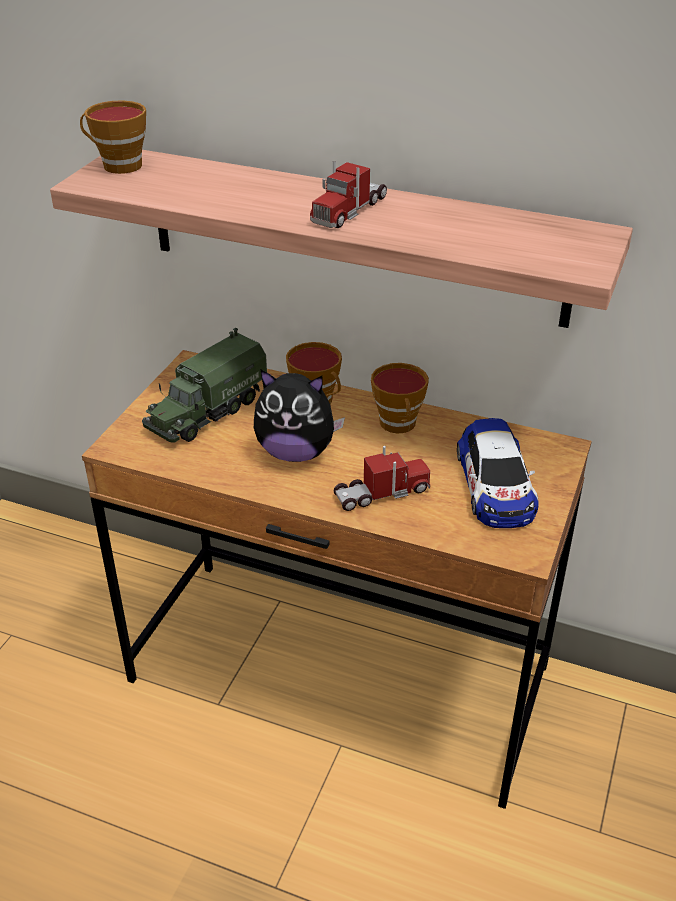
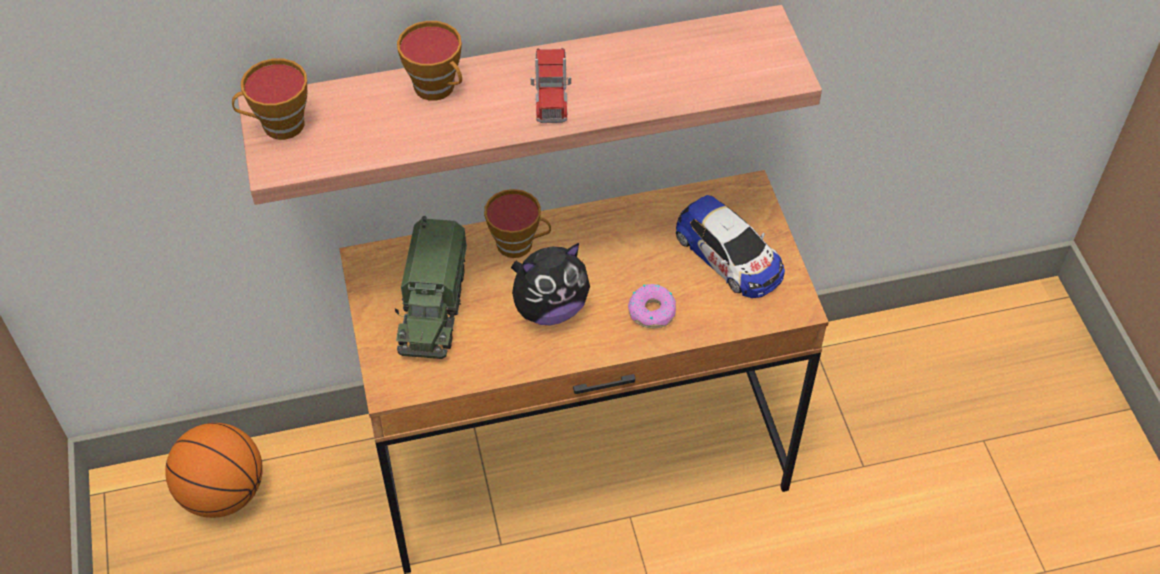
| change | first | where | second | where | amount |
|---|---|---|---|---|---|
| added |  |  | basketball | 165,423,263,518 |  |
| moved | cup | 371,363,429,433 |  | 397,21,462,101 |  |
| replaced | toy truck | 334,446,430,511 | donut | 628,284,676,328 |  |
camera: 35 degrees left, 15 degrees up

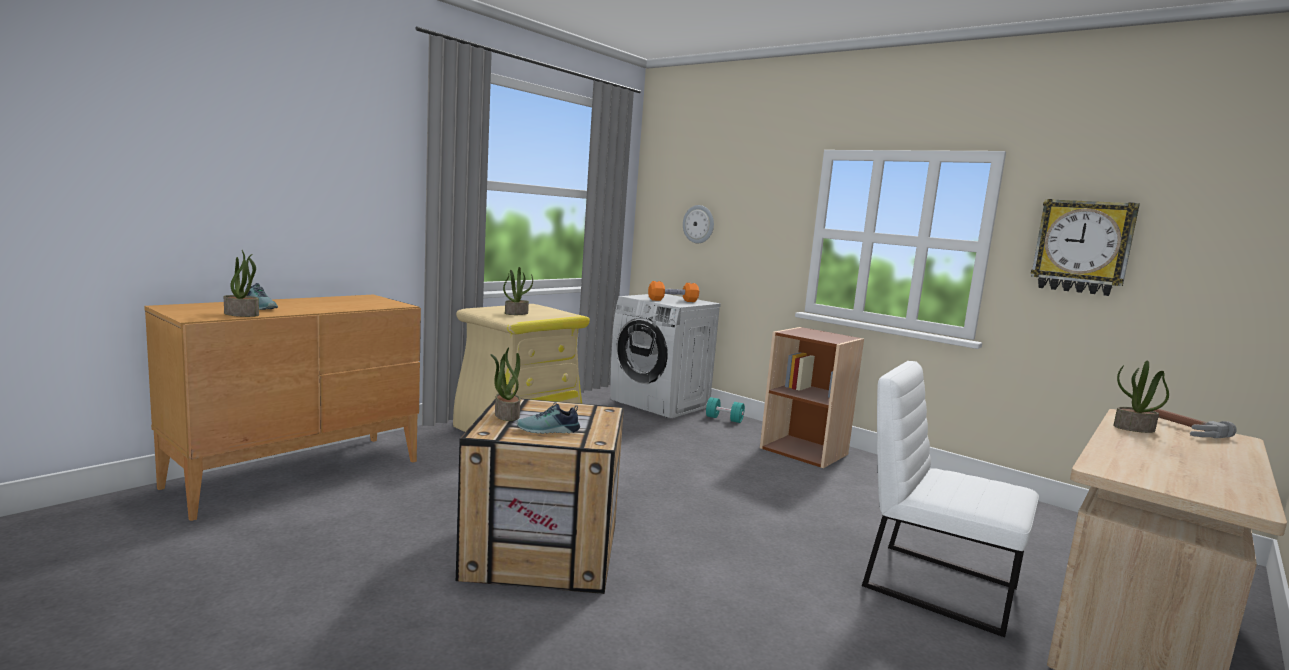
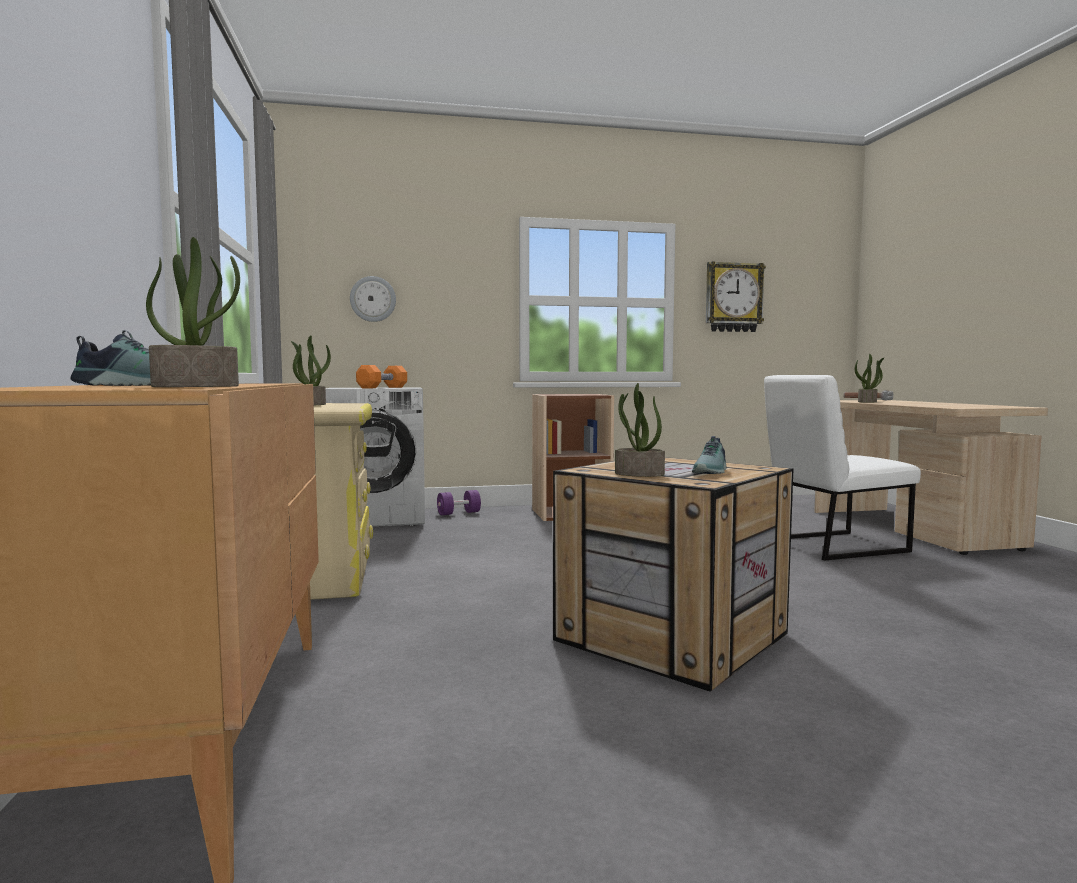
| change | first | where | second | where | amount |
|---|---|---|---|---|---|
| recoloured | dumbbell (turquoise) | 706,397,745,423 | dumbbell (purple) | 437,490,481,515 |  |
camera: 50 degrees left, 5 degrees down

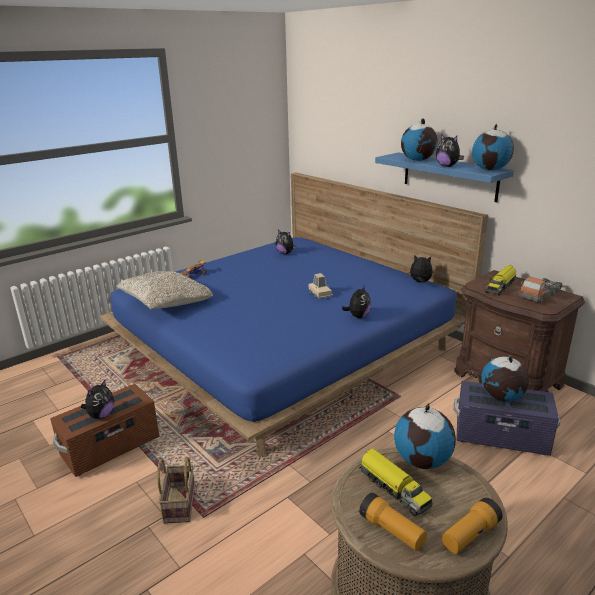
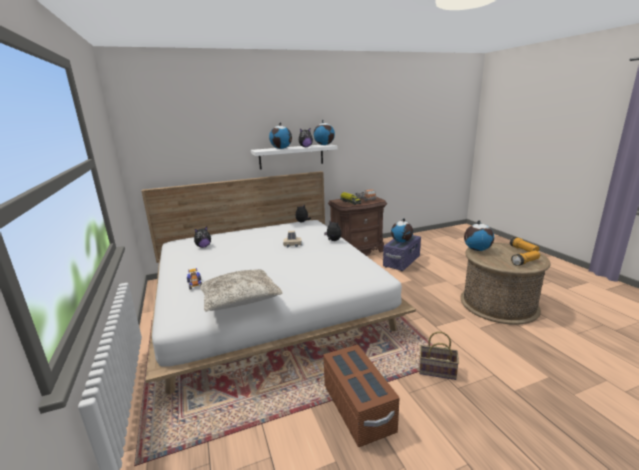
| change | first | where | second | where | amount |
|---|---|---|---|---|---|
| removed | plush toy | 81,380,114,419 |  |  |  |
| removed | toy truck | 359,448,433,516 |  |  |  |
| recoloured | bed (blue) | 99,173,488,456 | bed (white) | 142,171,416,395 |  |
| recoloured | shelf (blue) | 375,153,514,202 | shelf (white) | 251,144,337,169 |  |
camera: 70 degrees left, 5 degrees down

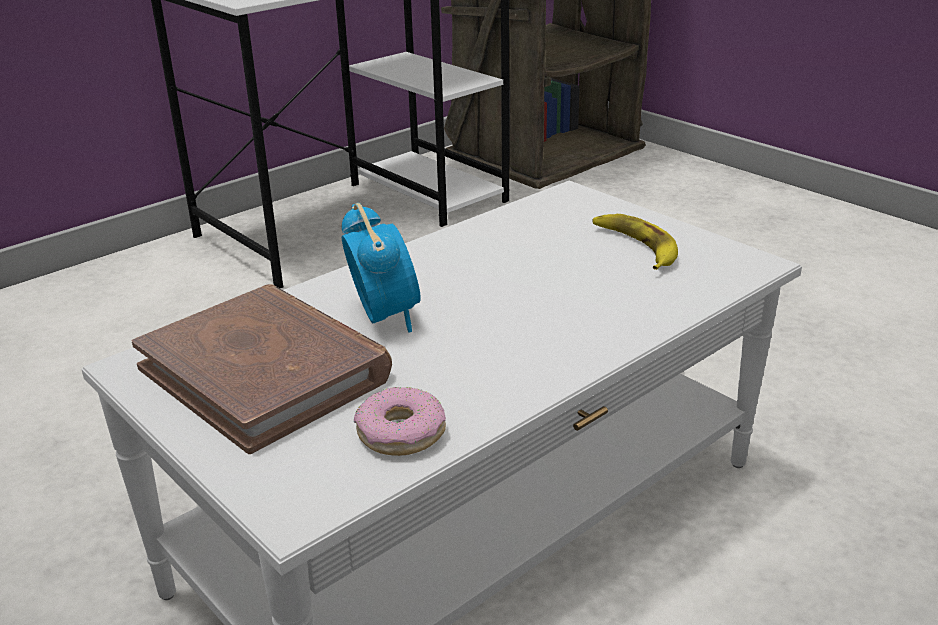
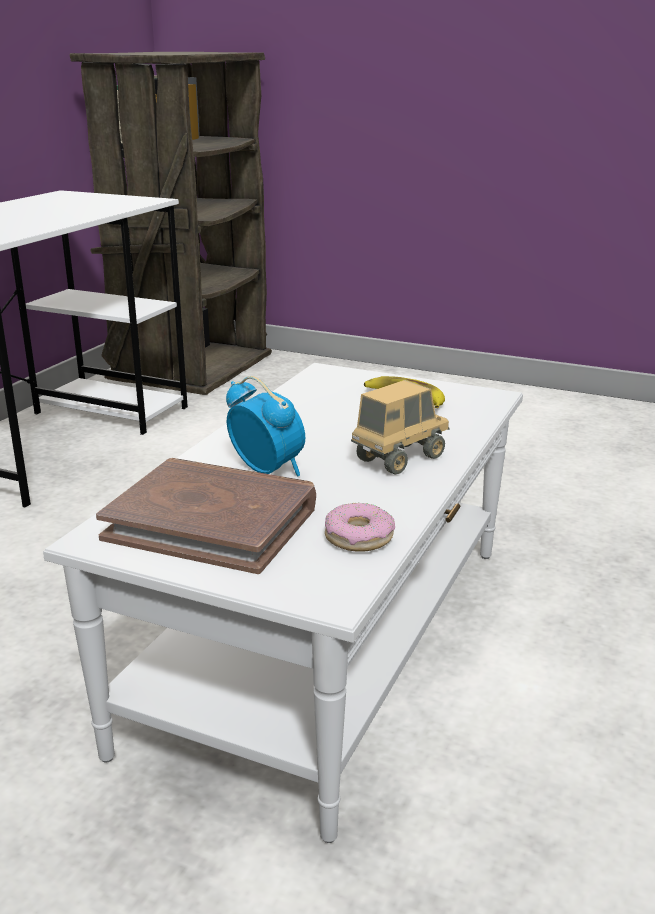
| change | first | where | second | where | amount |
|---|---|---|---|---|---|
| added |  |  | toy truck | 351,380,449,475 |  |
camera: 25 degrees left, 5 degrees down

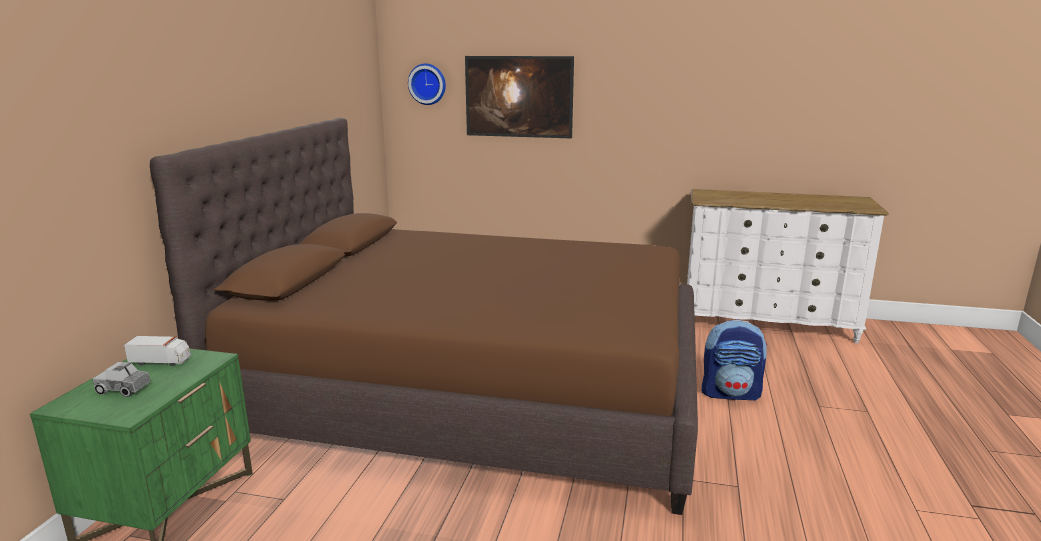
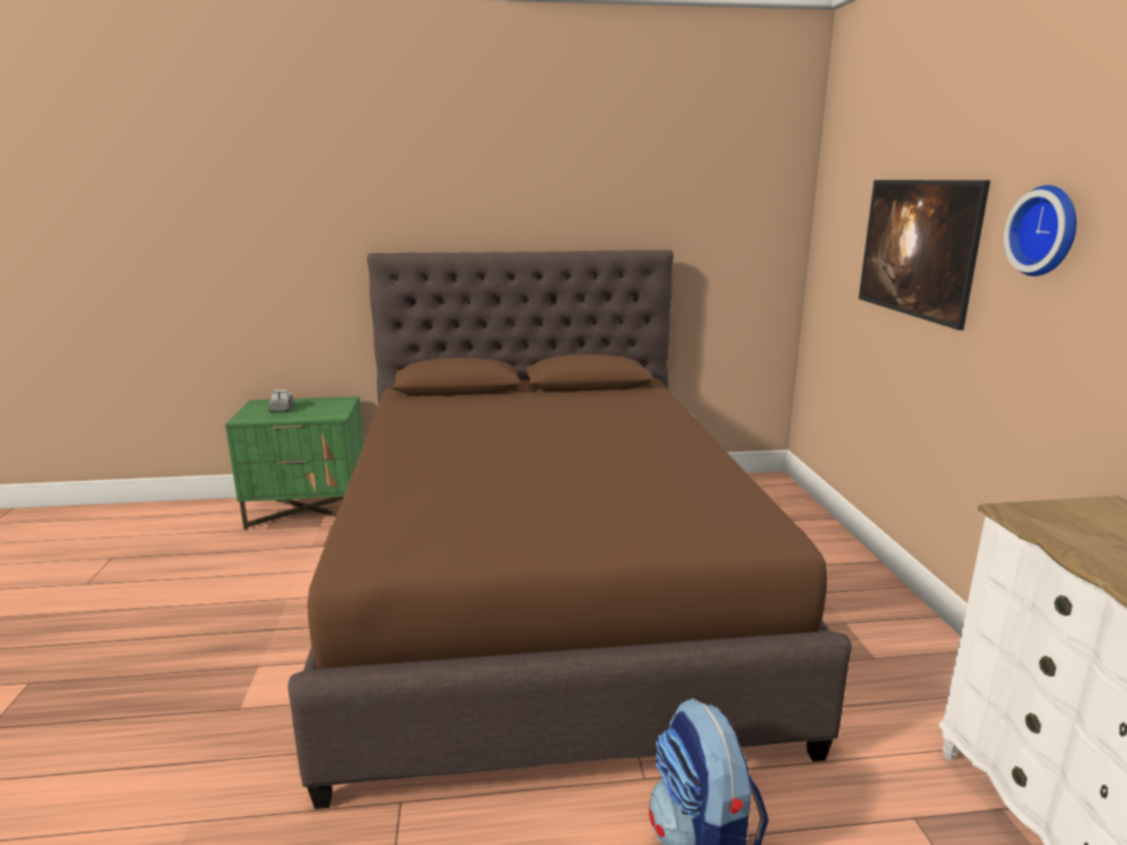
| change | first | where | second | where | amount |
|---|---|---|---|---|---|
| removed | toy truck | 124,336,191,366 |  |  |  |
| moved | wall clock | 408,64,446,105 |  | 1004,185,1077,276 |  |
camera: 70 degrees right, 0 degrees up

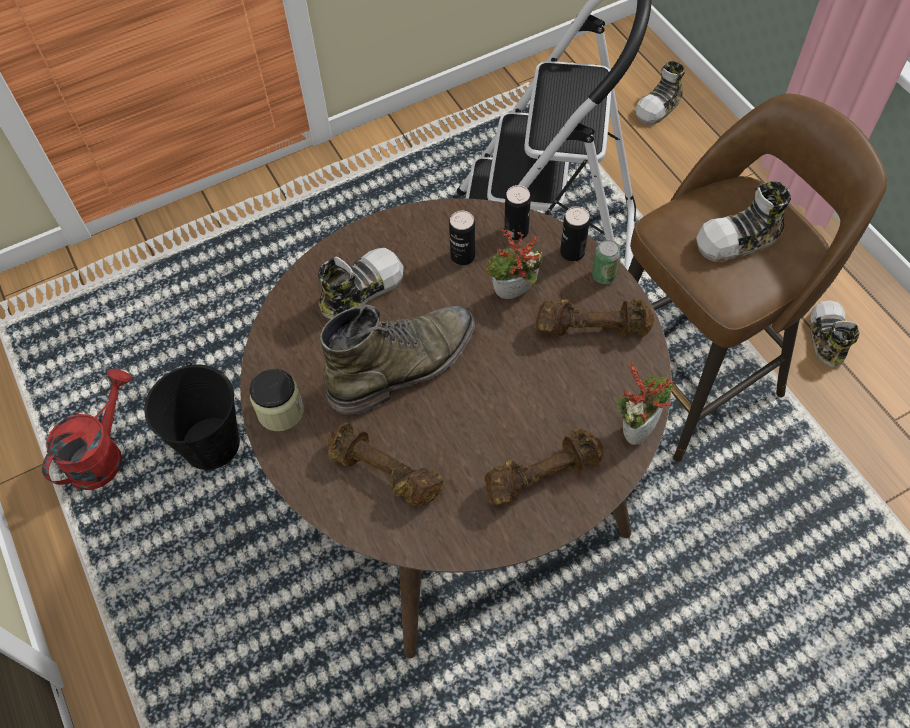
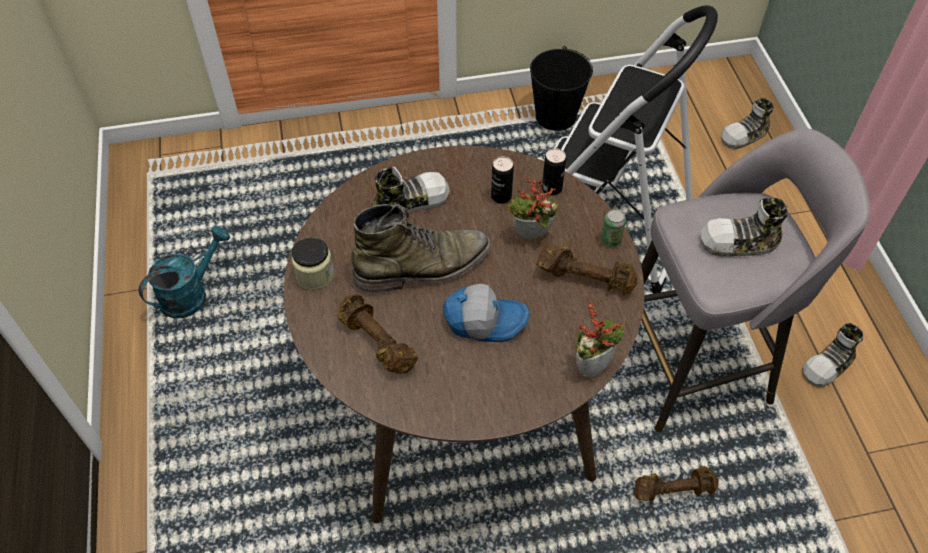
| change | first | where | second | where | amount |
|---|---|---|---|---|---|
| removed | can | 560,206,590,262 |  |  |  |
| added |  |  | cap | 443,284,530,342 |  |
| moved | bucket (black) | 144,362,240,470 |  | 530,46,593,131 |  |
| moved | dumbbell (brown) | 484,428,603,505 |  | 634,466,718,501 |  |
| recoloured | watering can (red) | 42,369,132,490 | watering can (turquoise) | 139,226,230,318 |  |
| recoloured | stool (brown) | 628,94,887,462 | stool (grey) | 641,128,870,432 |  |
| turned | shoe | 810,300,860,368 |  | 802,323,863,387 | 150 degrees counterclockwise |
camera: 15 degrees right, 5 degrees down

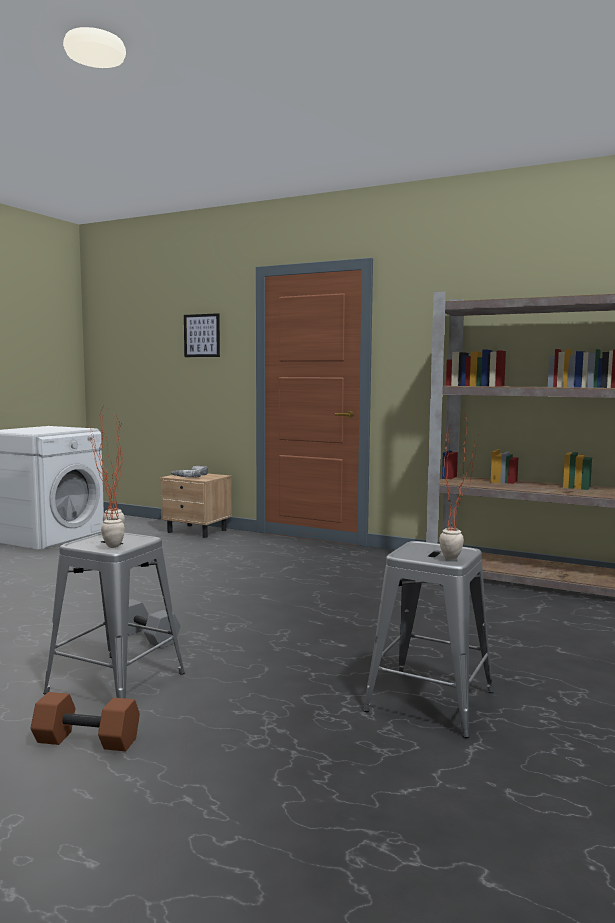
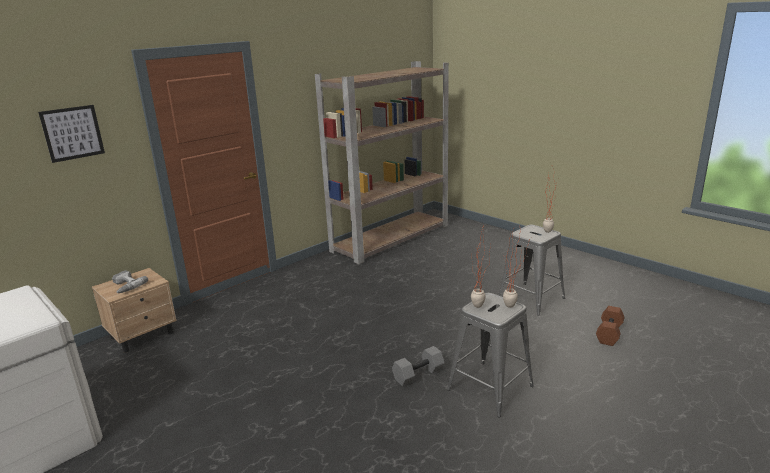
| change | first | where | second | where | amount |
|---|---|---|---|---|---|
| moved | dumbbell (brown) | 31,692,140,752 |  | 596,306,625,346 |  |
camera: 70 degrees left, 15 degrees up

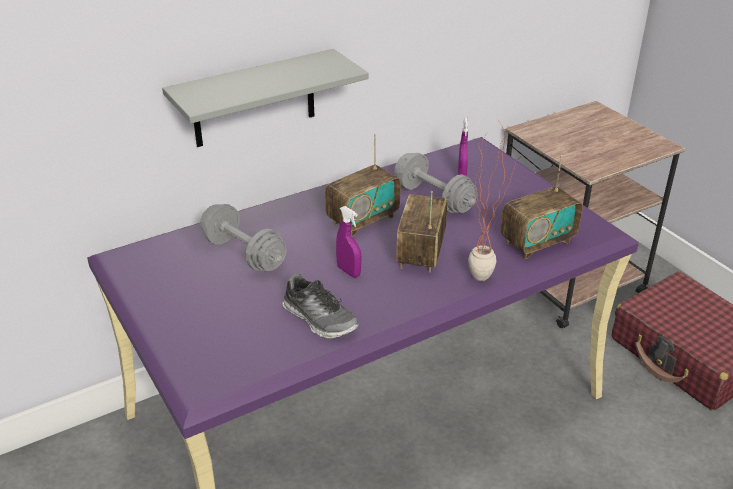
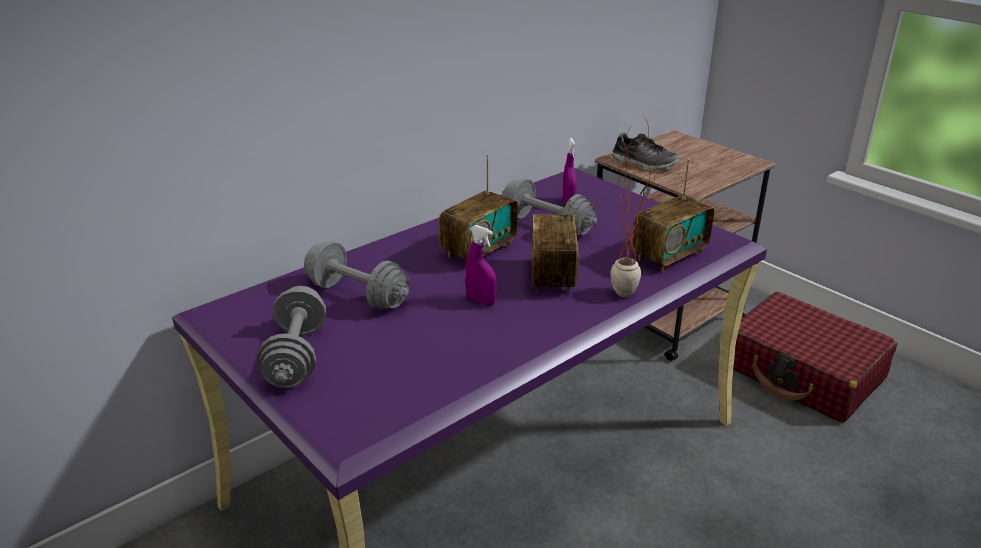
| change | first | where | second | where | amount |
|---|---|---|---|---|---|
| removed | shelf (grey) | 162,49,368,147 |  |  |  |
| added |  |  | dumbbell (grey) | 257,286,326,388 |  |
| moved | shoe | 282,274,359,338 |  | 611,133,679,171 |  |
camera: 10 degrees left, 5 degrees down

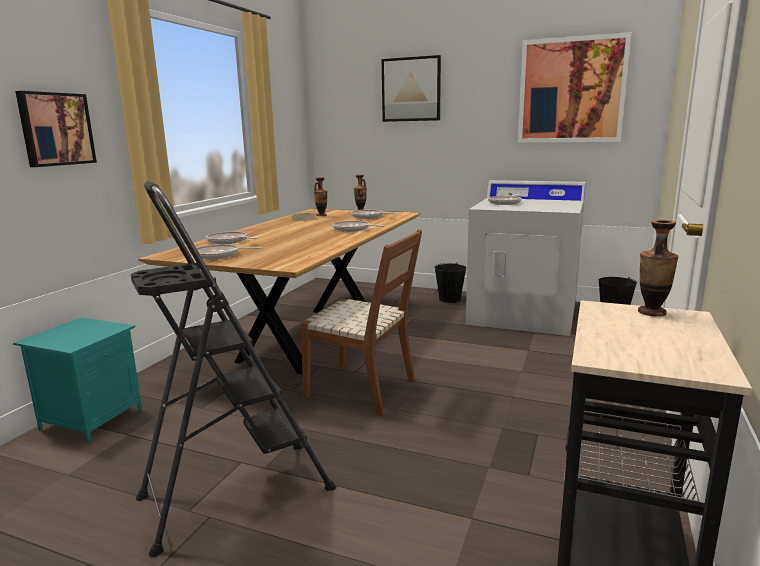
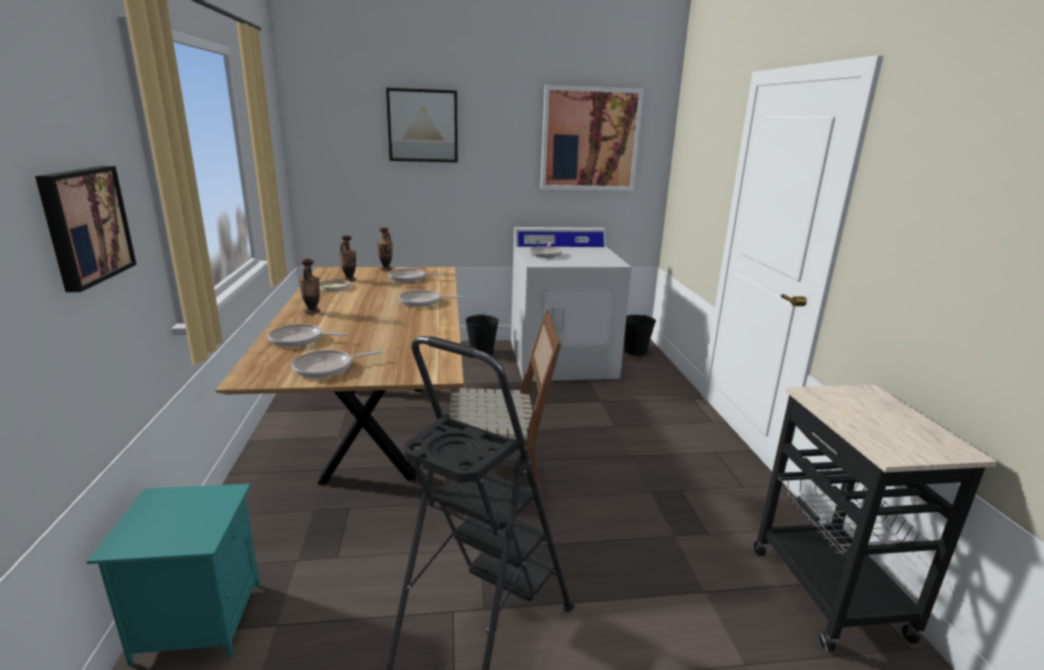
| change | first | where | second | where | amount |
|---|---|---|---|---|---|
| moved | vase | 638,220,678,317 |  | 299,259,320,314 |  |
camera: 30 degrees left, 5 degrees up

